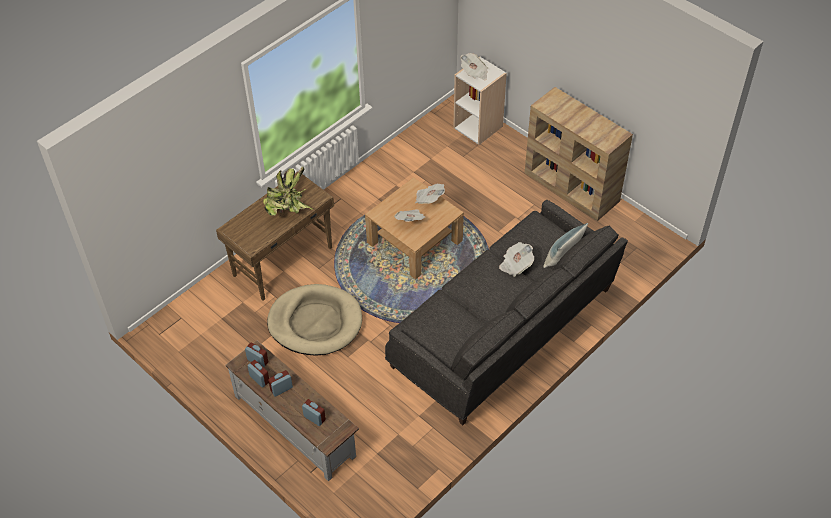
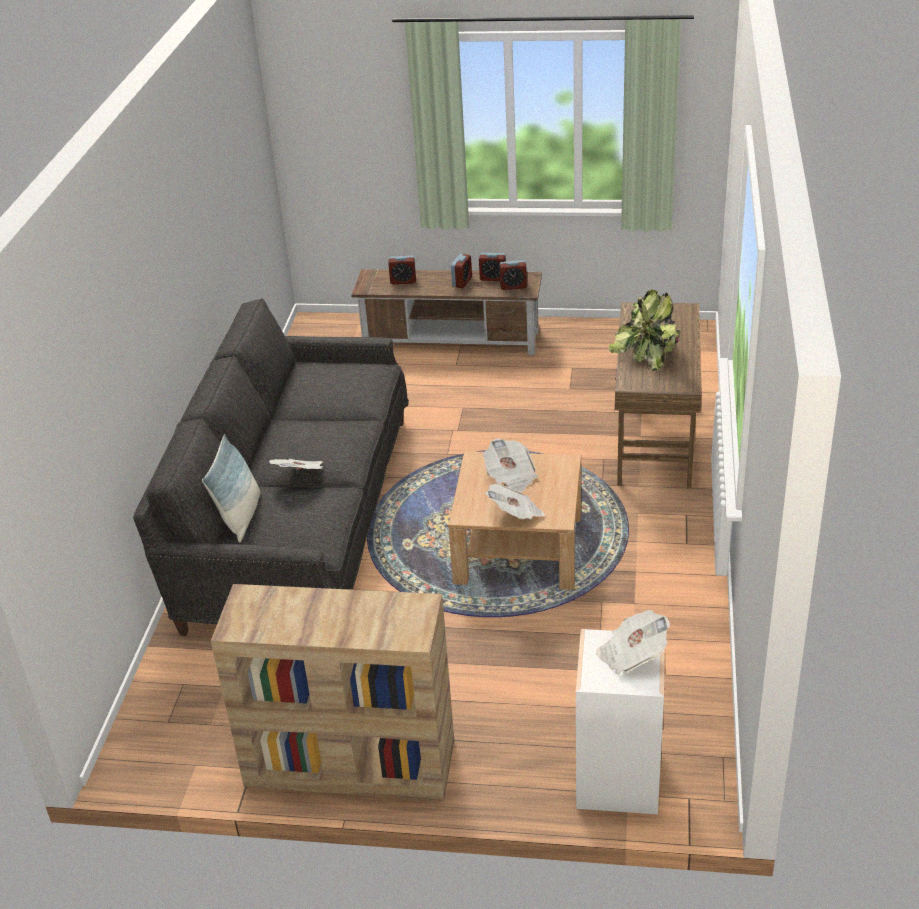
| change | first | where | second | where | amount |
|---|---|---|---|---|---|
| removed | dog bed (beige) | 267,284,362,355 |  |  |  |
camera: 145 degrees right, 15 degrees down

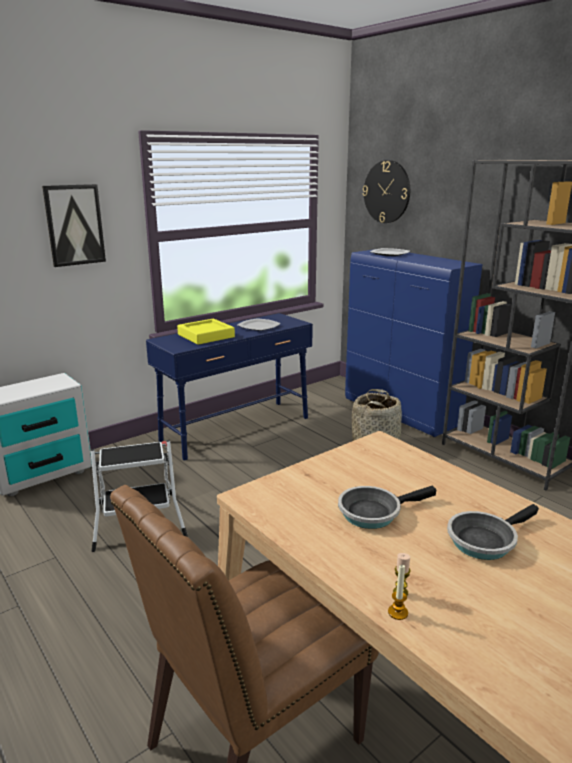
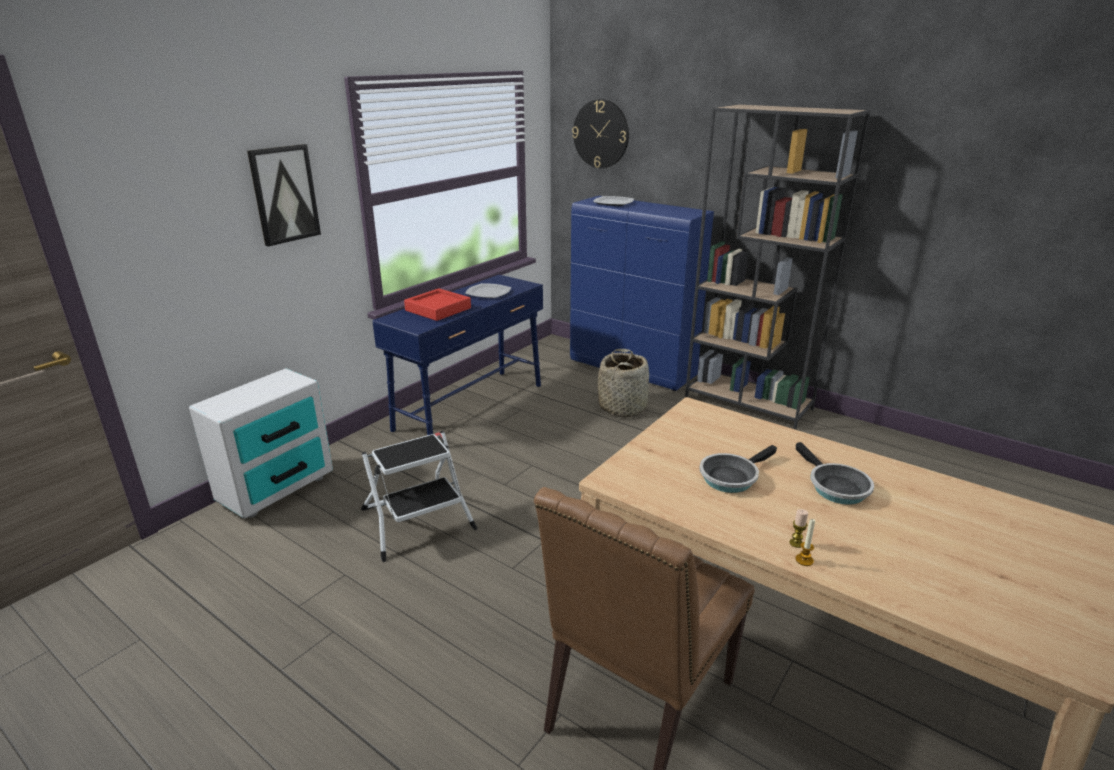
| change | first | where | second | where | amount |
|---|---|---|---|---|---|
| recoloured | tray (yellow) | 177,319,235,345 | tray (red) | 404,288,471,321 |  |
| turned | frying pan | 447,504,539,560 |  | 796,442,874,505 | 60 degrees counterclockwise |
camera: 15 degrees left, 5 degrees up

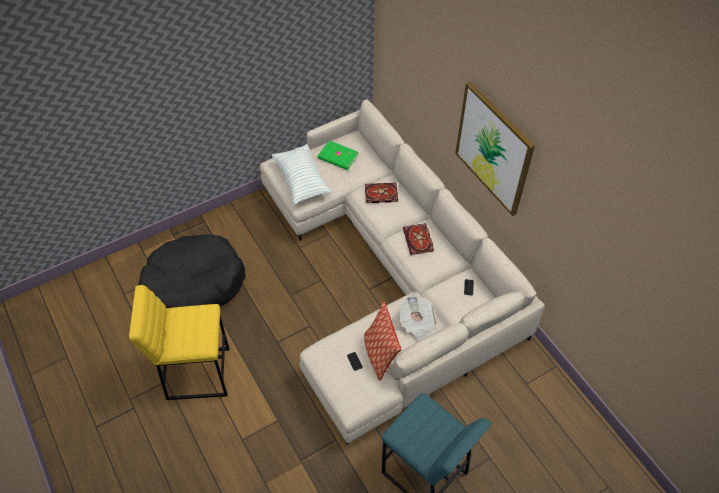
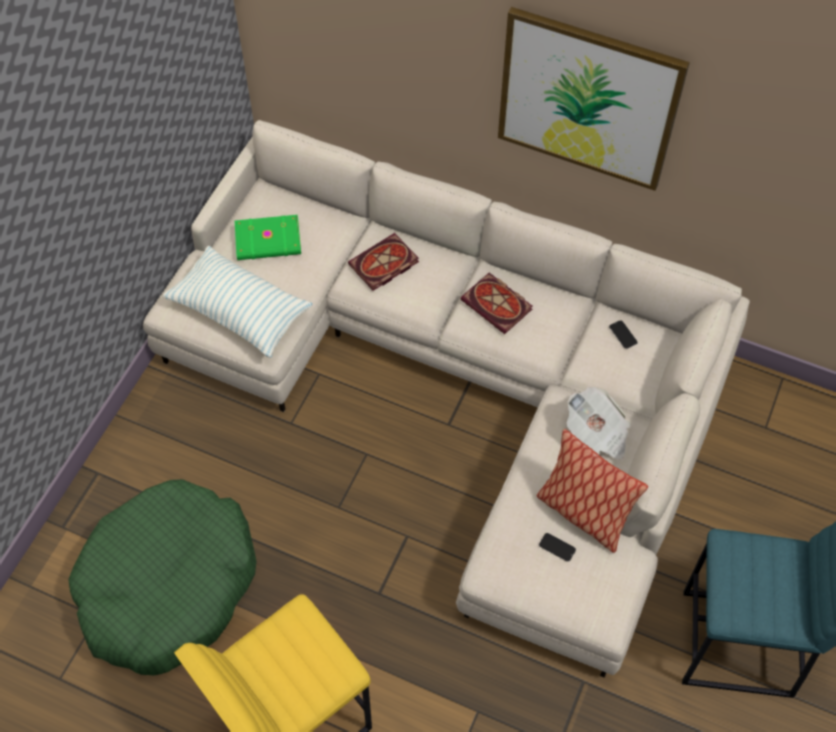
| change | first | where | second | where | amount |
|---|---|---|---|---|---|
| recoloured | dog bed (black) | 139,234,246,308 | dog bed (green) | 69,479,257,675 |  |
camera: 35 degrees left, 5 degrees up

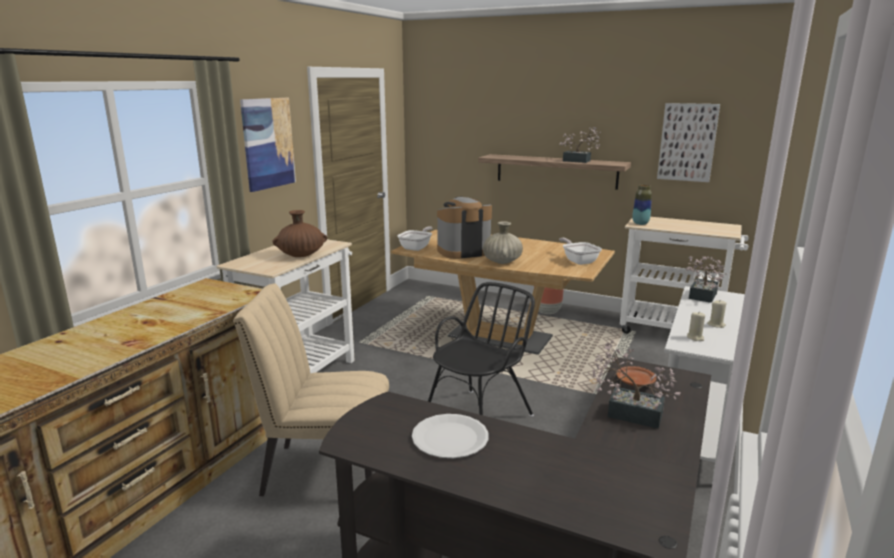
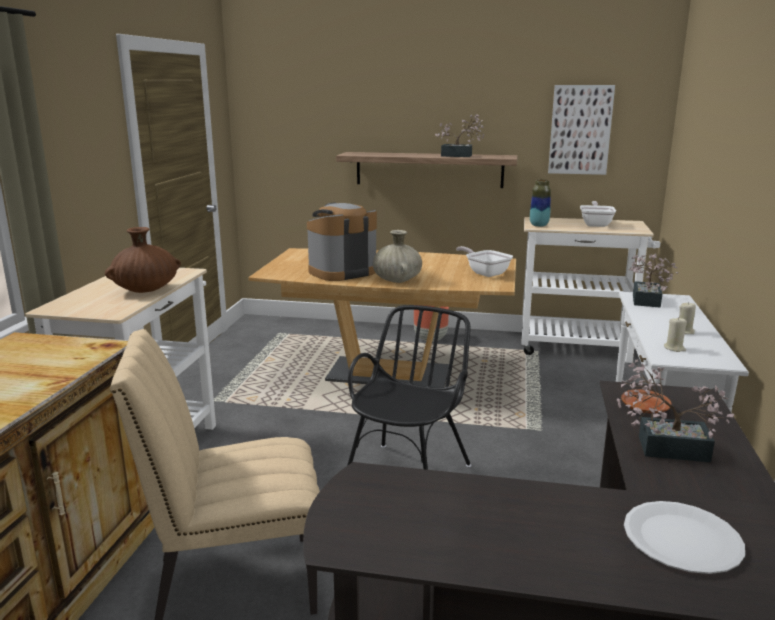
| change | first | where | second | where | amount |
|---|---|---|---|---|---|
| removed | picture | 240,98,296,192 |  |  |  |
| moved | frying pan | 397,226,432,251 |  | 580,201,616,227 |  |
| moved | plate (white) | 412,414,489,458 |  | 624,501,745,574 |  |
camera: 15 degrees left, 0 degrees up

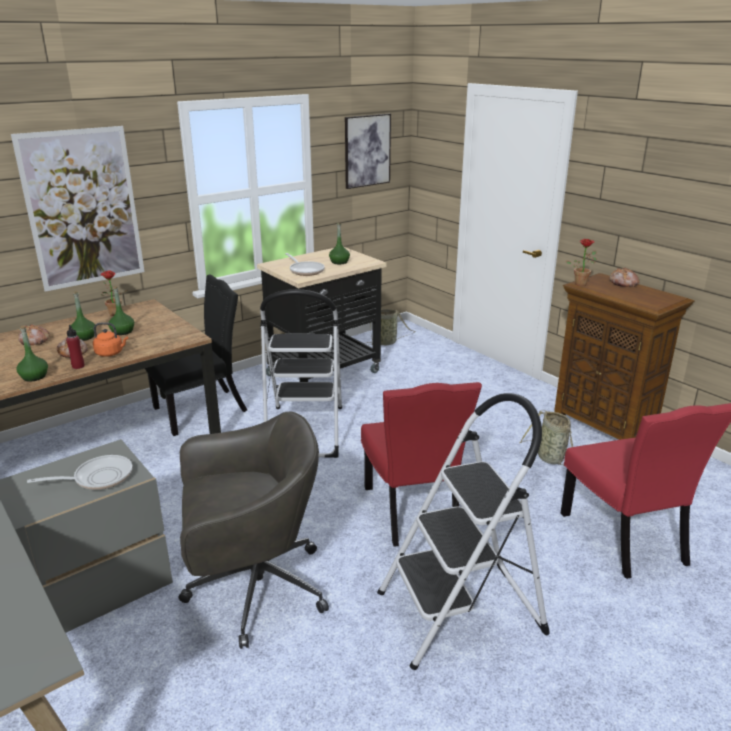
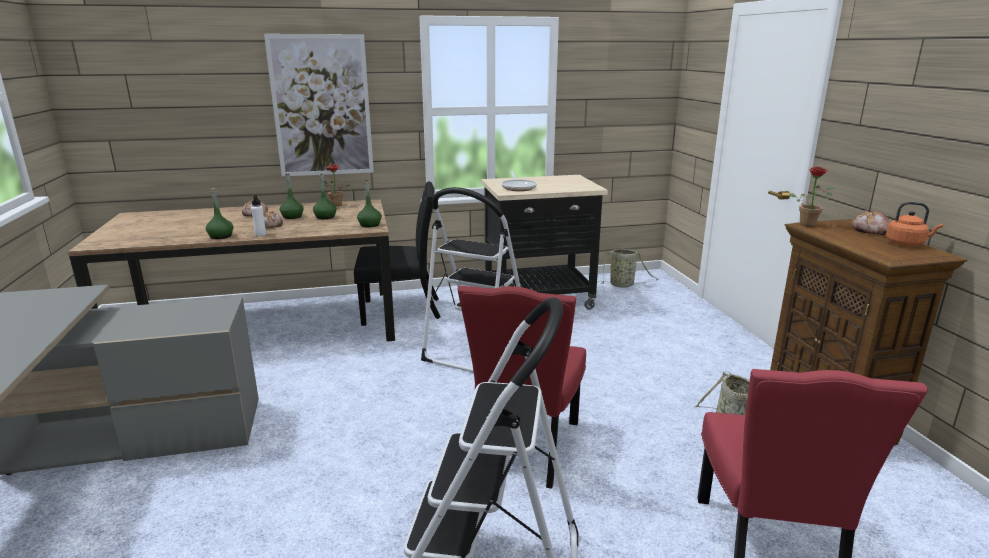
| change | first | where | second | where | amount |
|---|---|---|---|---|---|
| removed | frying pan | 27,455,132,490 |  |  |  |
| removed | office chair (grey) | 178,412,329,649 |  |  |  |
| removed | picture | 345,114,391,189 |  |  |  |
| moved | kettle (orange) | 93,322,128,357 |  | 886,202,943,246 |  |
| moved | bottle (green) | 329,223,350,264 |  | 357,180,382,227 |  |
| recoloured | bottle (red) | 66,325,85,369 | bottle (white) | 251,195,266,236 |  |
camera: 25 degrees right, 5 degrees down

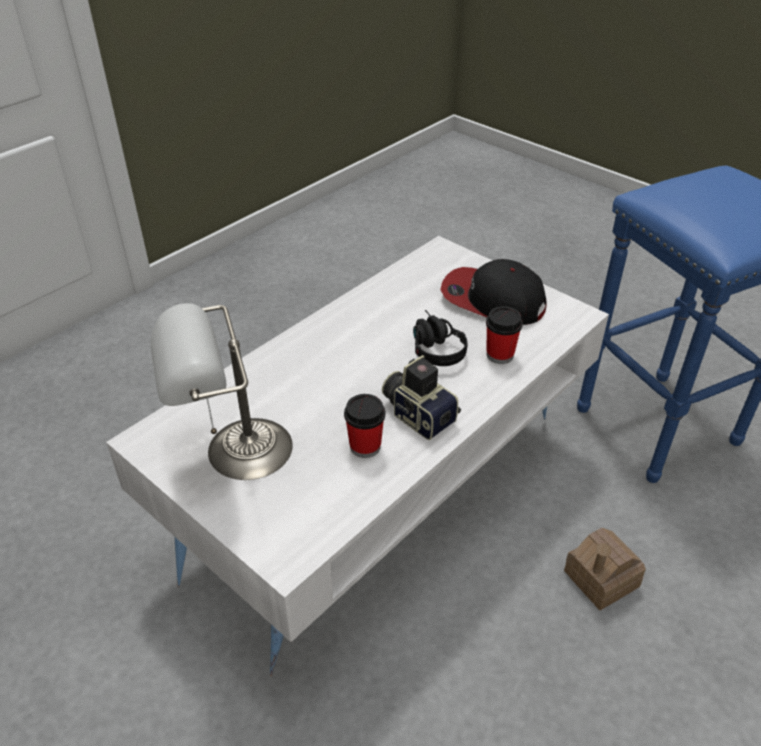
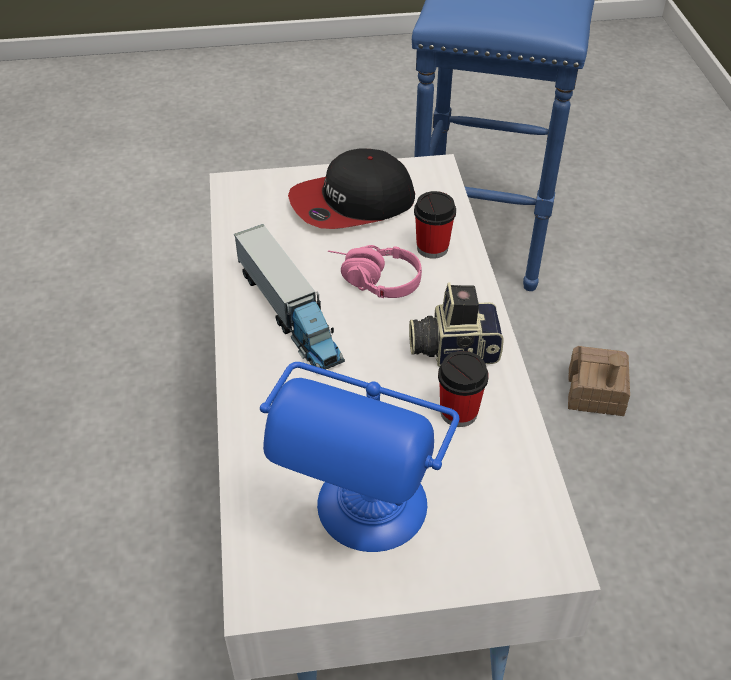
| change | first | where | second | where | amount |
|---|---|---|---|---|---|
| added |  |  | toy truck | 234,224,345,370 |  |
| recoloured | table lamp (white) | 151,303,293,480 | table lamp (blue) | 260,362,460,552 |  |
| recoloured | headphones (black) | 413,310,468,366 | headphones (pink) | 328,245,422,298 |  |
camera: 50 degrees left, 5 degrees up

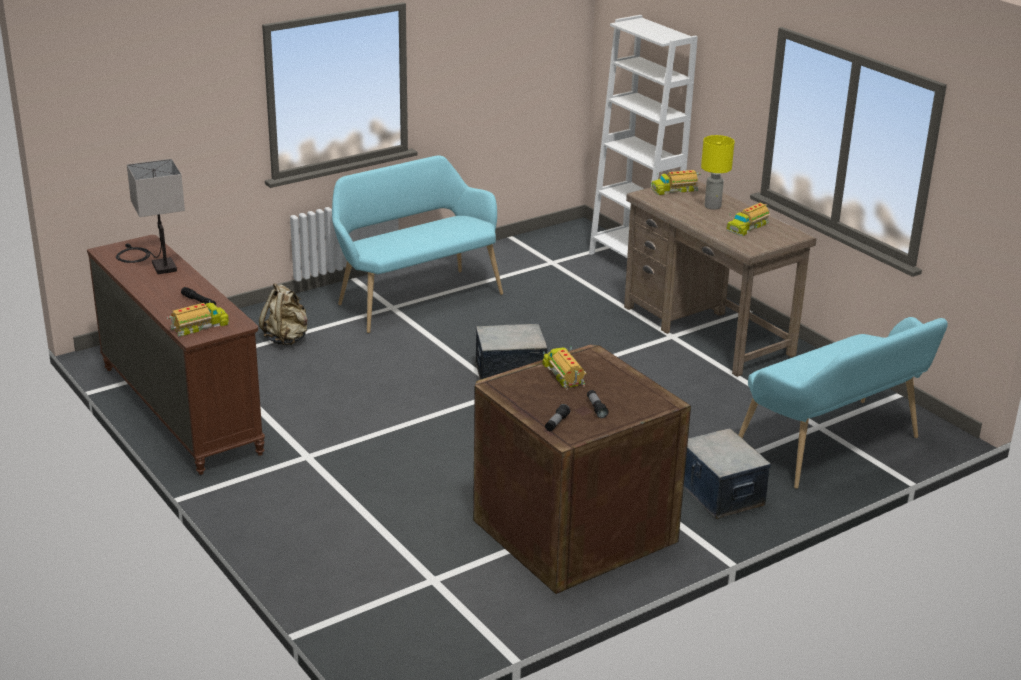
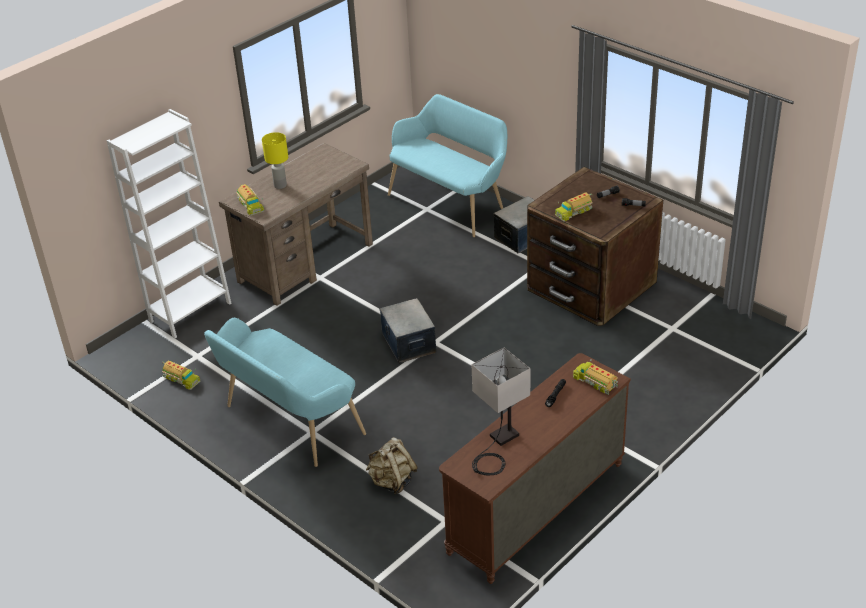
| change | first | where | second | where | amount |
|---|---|---|---|---|---|
| moved | toy truck | 726,203,771,236 |  | 162,360,200,390 |  |
camera: 100 degrees left, 10 degrees up

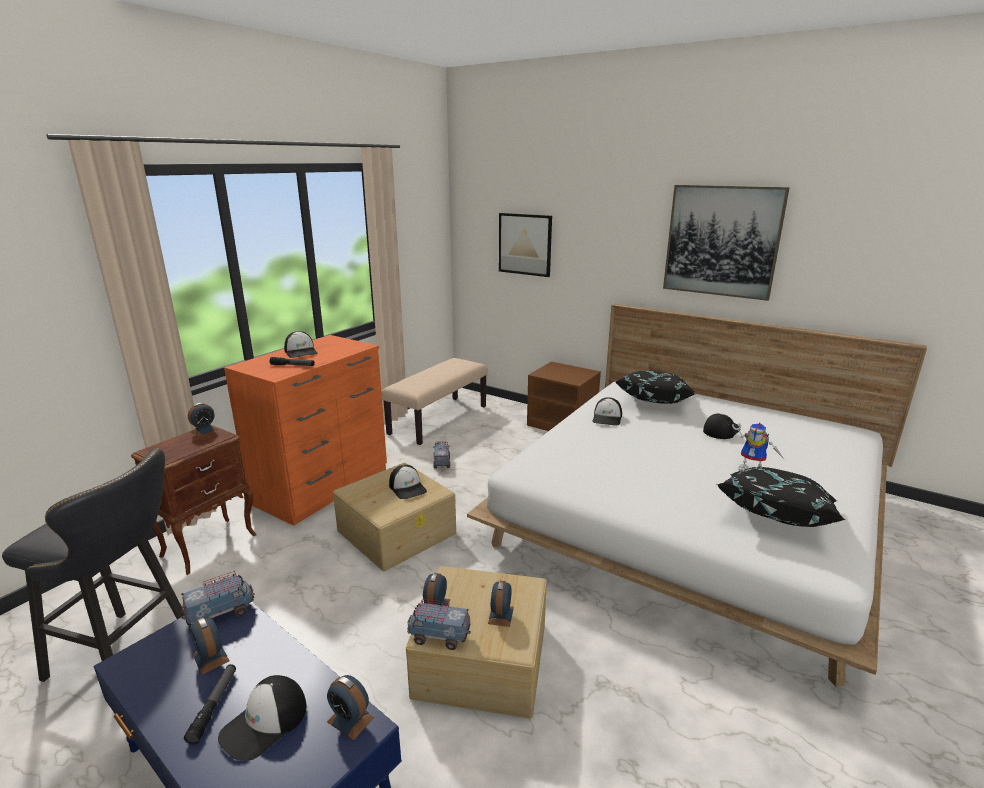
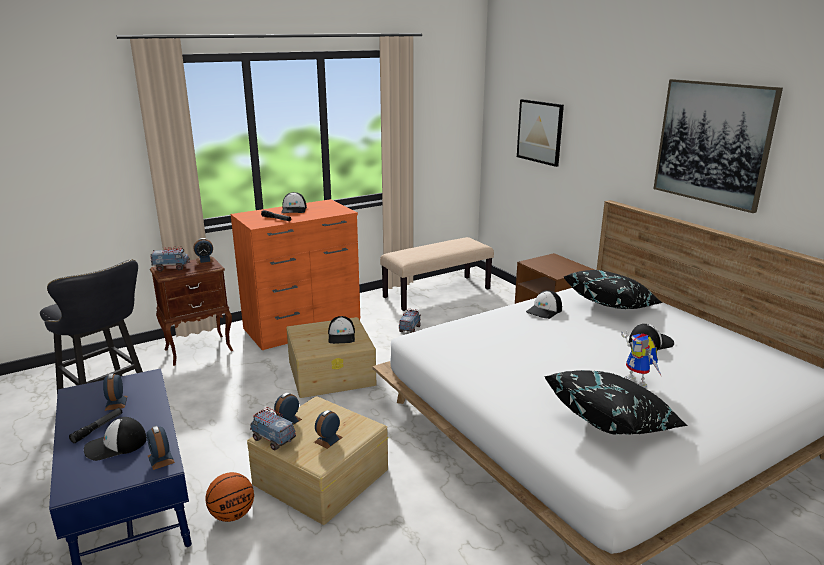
| change | first | where | second | where | amount |
|---|---|---|---|---|---|
| added |  |  | basketball | 205,472,254,522 |  |
| moved | toy truck | 181,571,255,625 |  | 150,246,190,271 |  |
camera: 25 degrees right, 0 degrees up

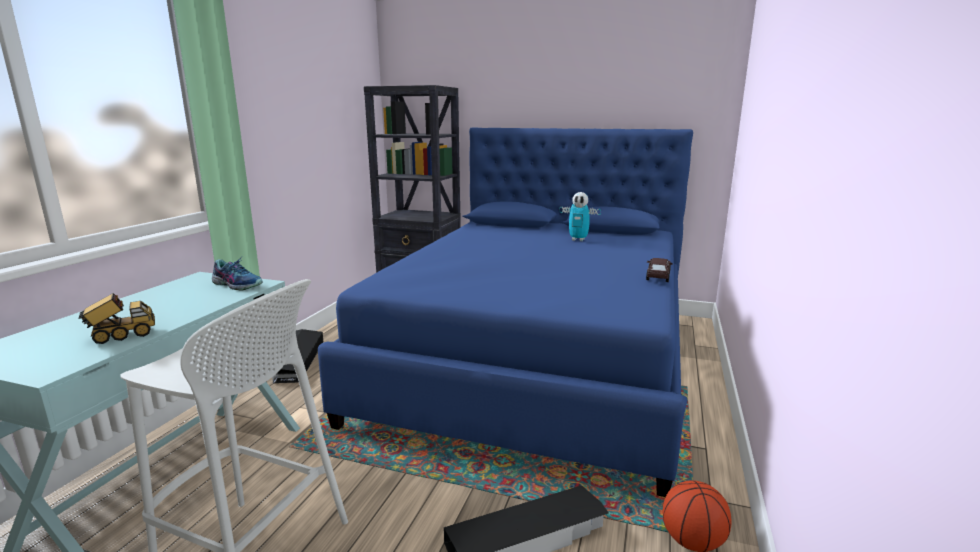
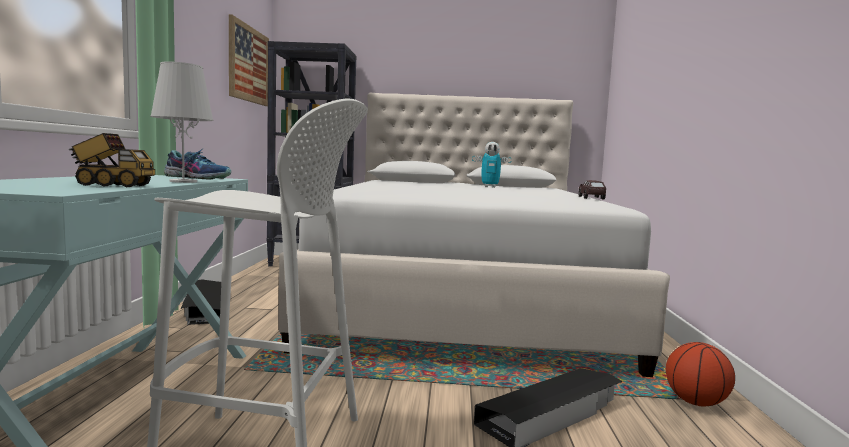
| change | first | where | second | where | amount |
|---|---|---|---|---|---|
| added |  |  | table lamp (white) | 150,61,214,183 |  |
| added |  |  | picture | 229,14,269,106 |  |
| recoloured | bed (blue) | 318,127,693,497 | bed (white) | 278,93,670,377 |  |
| turned | toy truck | 78,293,155,344 |  | 69,133,155,187 | 45 degrees clockwise |
camera: 15 degrees left, 10 degrees down

